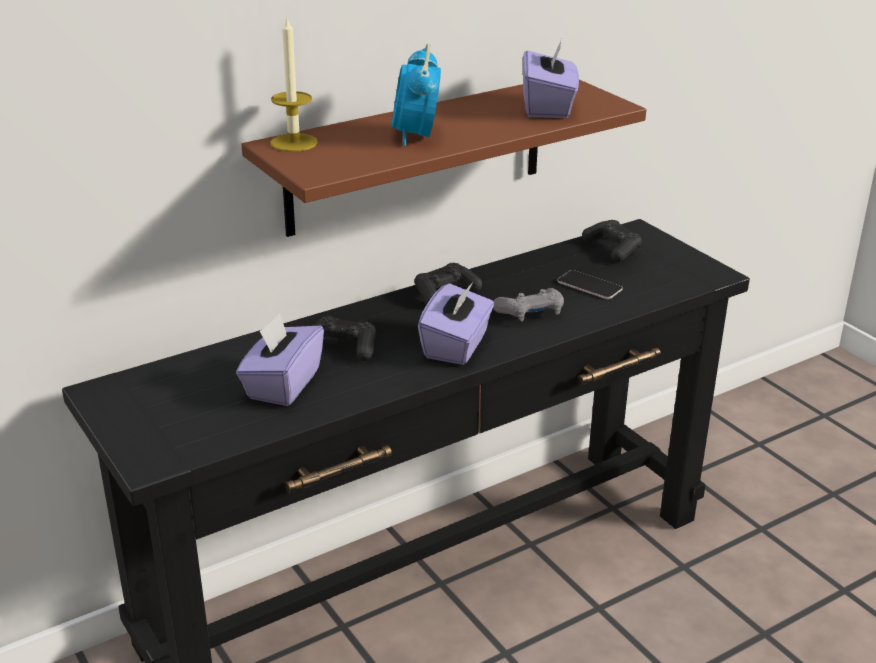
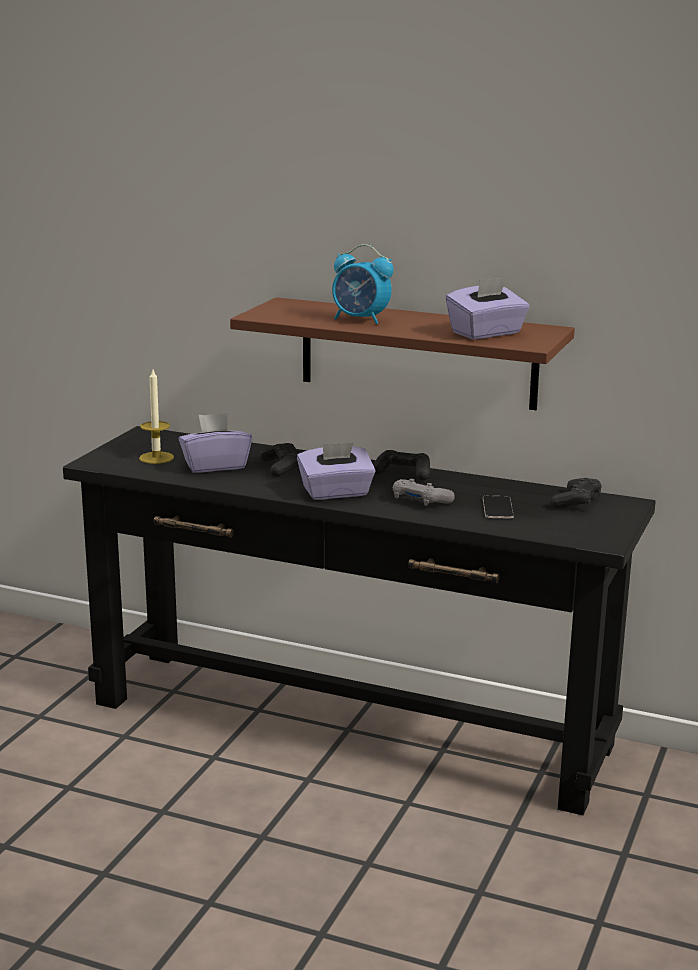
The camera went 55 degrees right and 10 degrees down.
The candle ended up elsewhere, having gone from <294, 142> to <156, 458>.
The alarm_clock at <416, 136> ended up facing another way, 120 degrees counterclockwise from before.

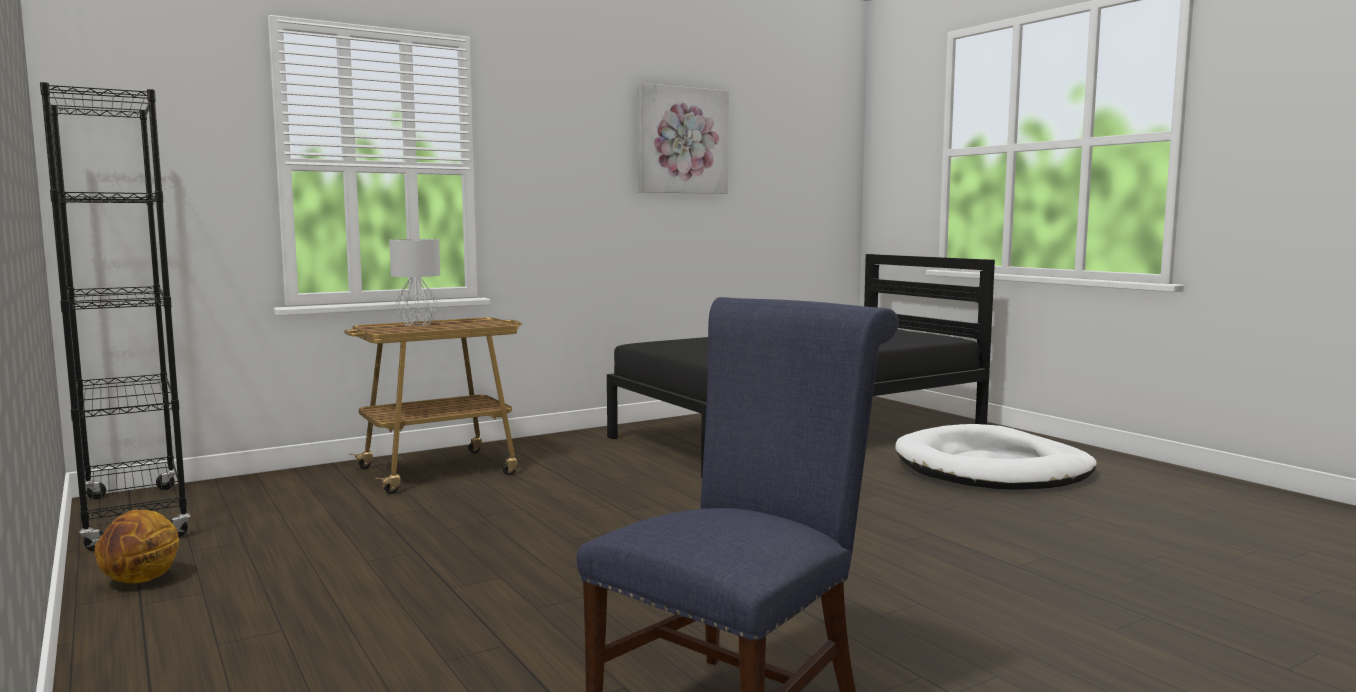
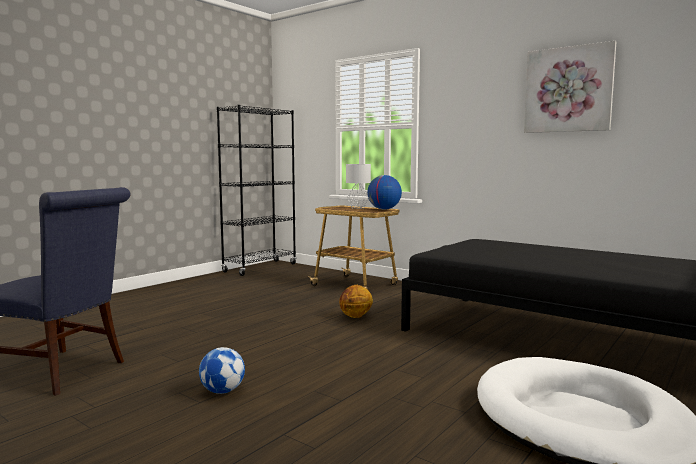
The camera went 70 degrees right and 0 degrees up.
The second view gained the football at <222, 391>.
The second view gained the globe at <384, 209>.
The basketball ended up elsewhere, having gone from <141, 580> to <355, 317>.

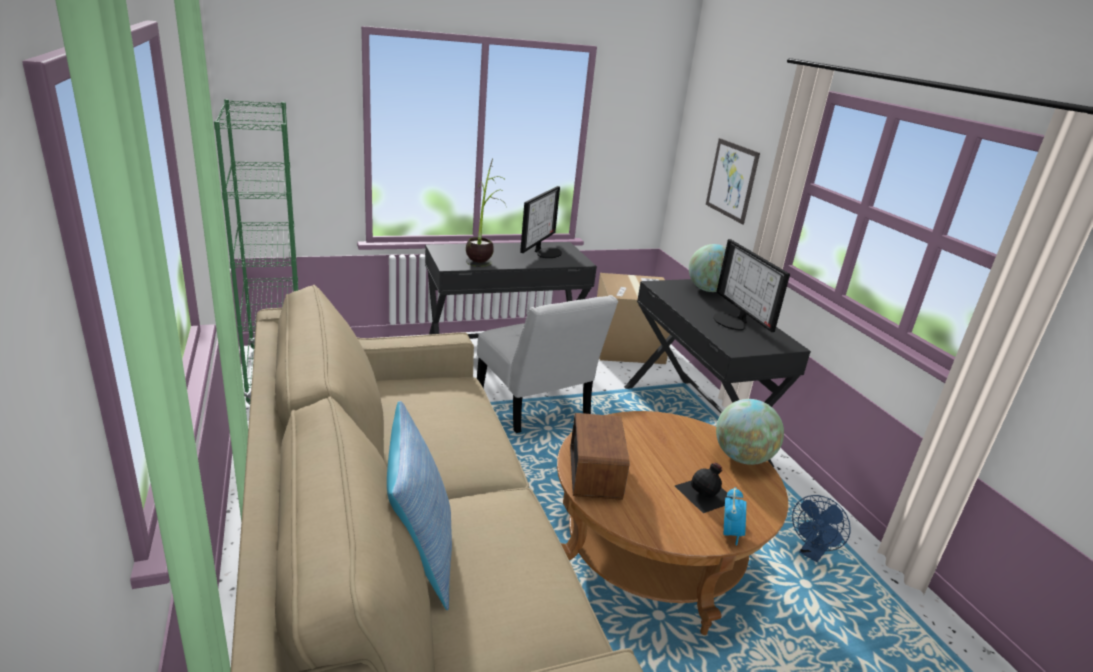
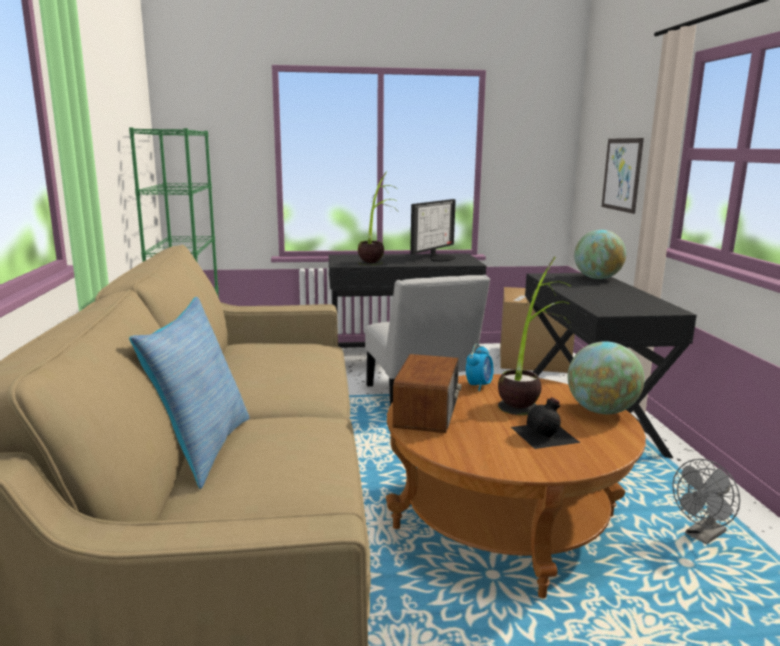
The camera went 15 degrees right and 10 degrees down.
The second view lost the monitor at <733, 321>.
The second view gained the potted_plant at <528, 399>.
The alarm_clock ended up elsewhere, having gone from <730, 533> to <479, 386>.
What was the blue_fan at <812, 553> turned into the grey_fan at <702, 536>.

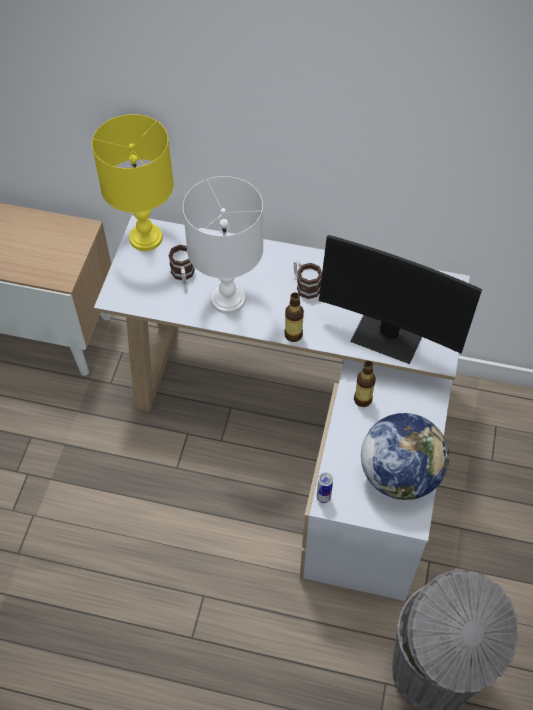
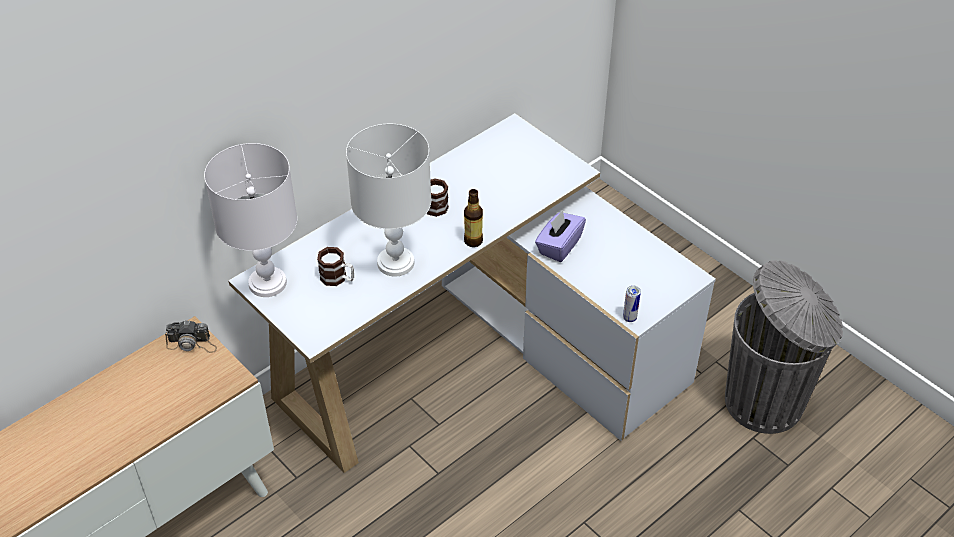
The camera went 55 degrees left and 10 degrees down.
The second view lost the monitor at <388, 335>.
The second view lost the globe at <399, 474>.
The second view gained the photo_camera at <192, 343>.
Where the bottle stood at <362, 399>, the purple_tissue_box came to stand at <559, 246>.
What was the yellow_table_lamp at <145, 238> turned into the white_table_lamp at <267, 283>.

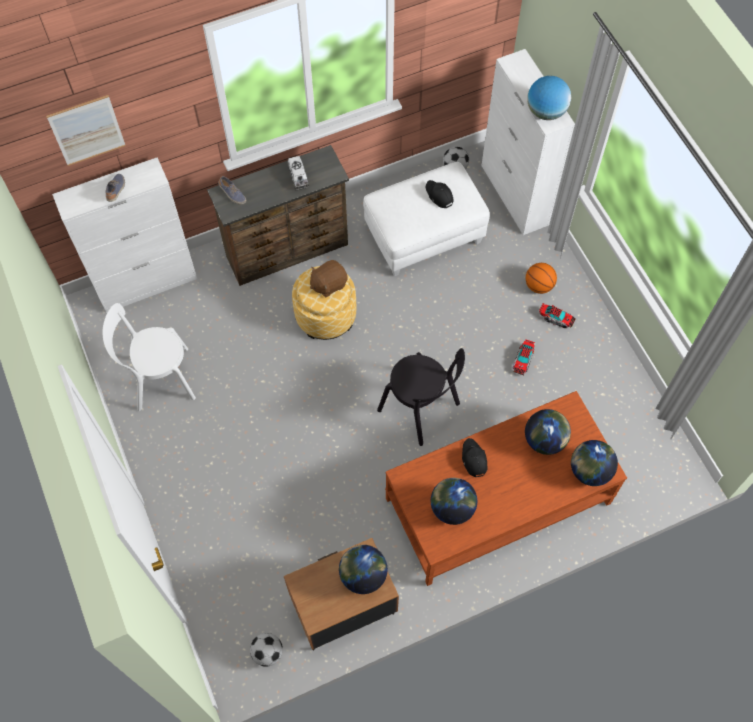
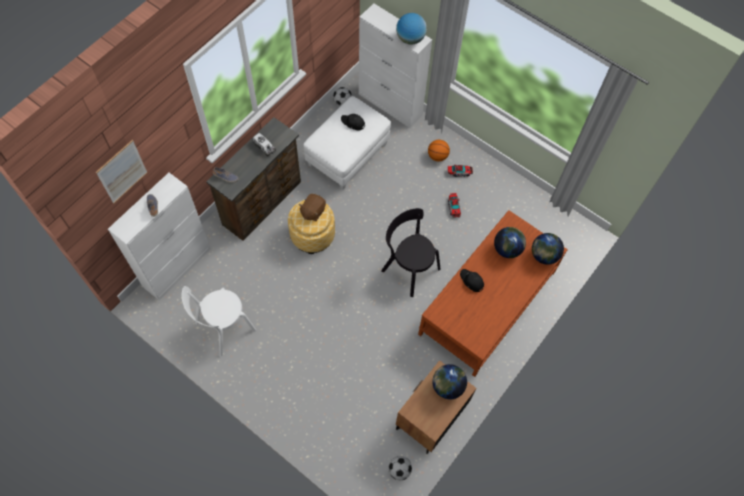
The camera went 30 degrees left and 0 degrees up.
The second view lost the globe at <452, 508>.
The black_chair at <421, 409> ended up facing another way, 150 degrees counterclockwise from before.

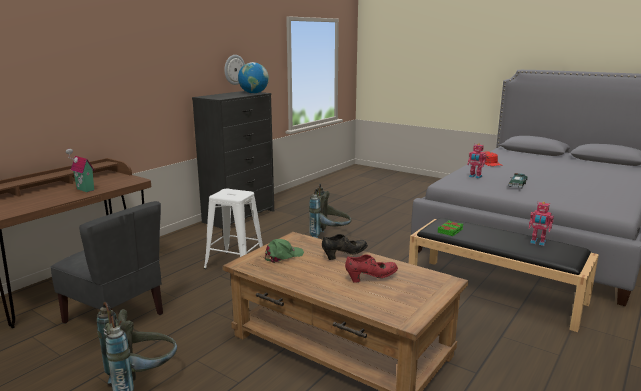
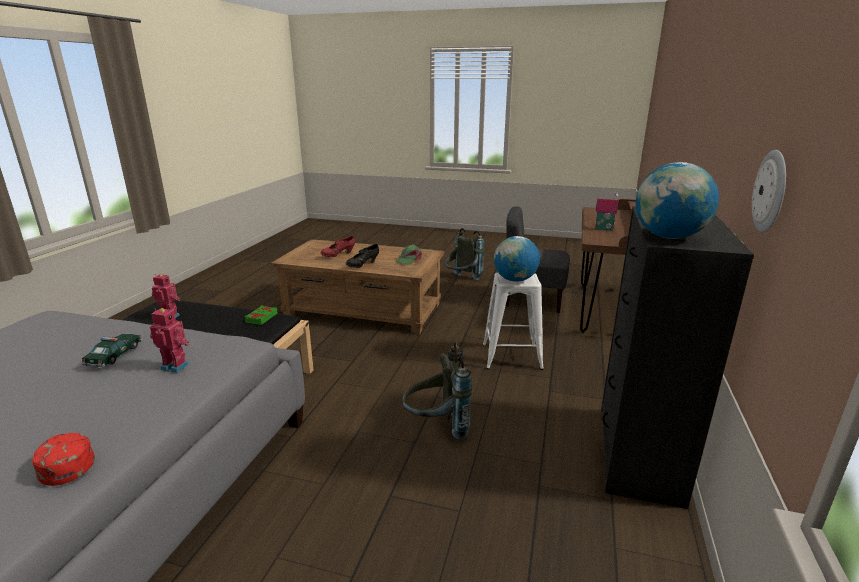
The camera went 160 degrees right and 5 degrees up.
The second view gained the globe at <515, 280>.

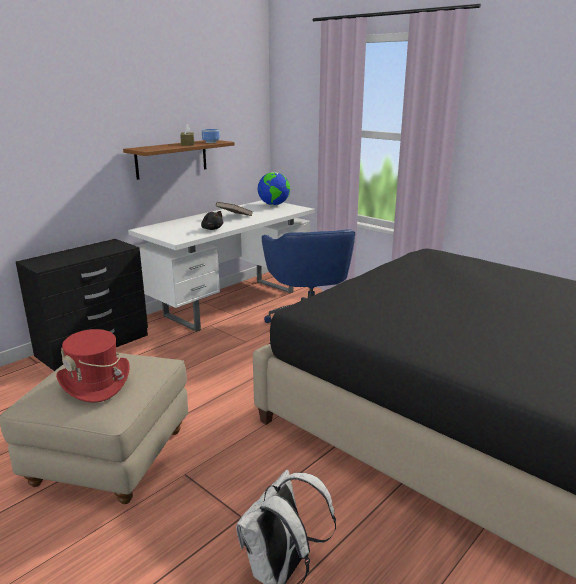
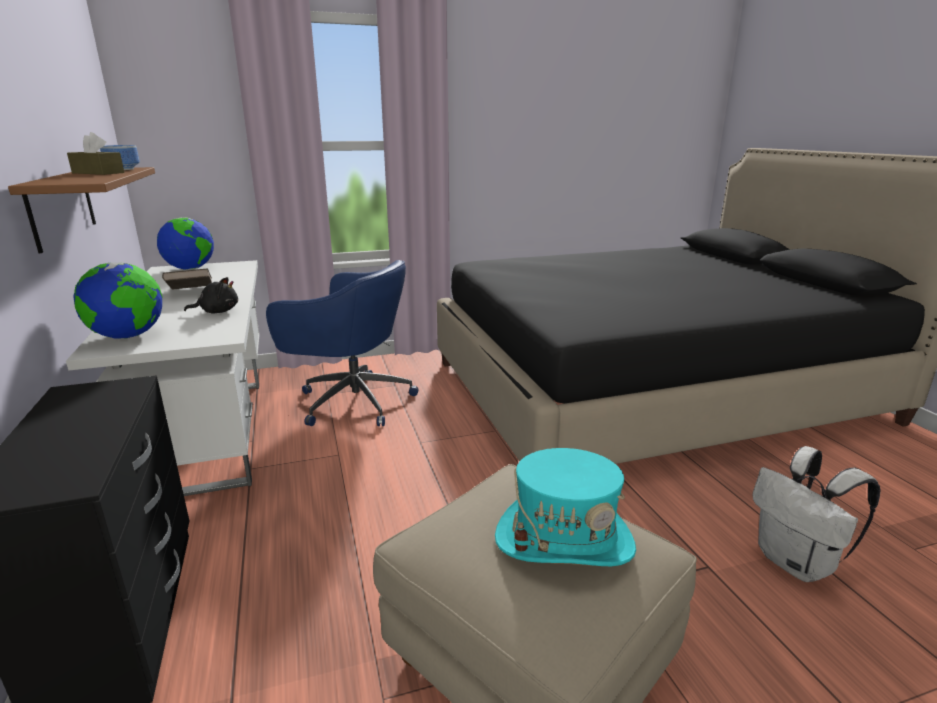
The camera went 60 degrees left and 0 degrees up.
The second view gained the globe at <128, 336>.
What was the red_hat at <95, 382> turned into the turquoise_hat at <564, 540>.

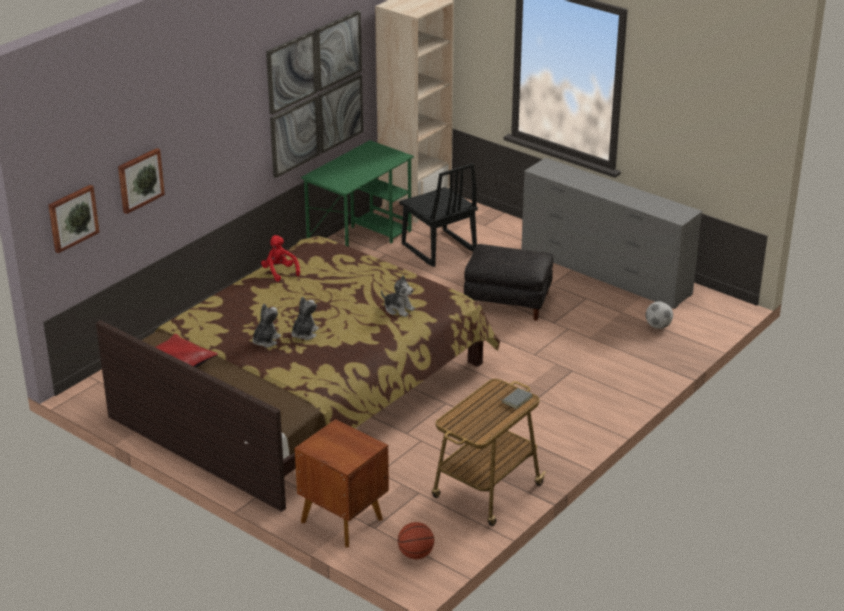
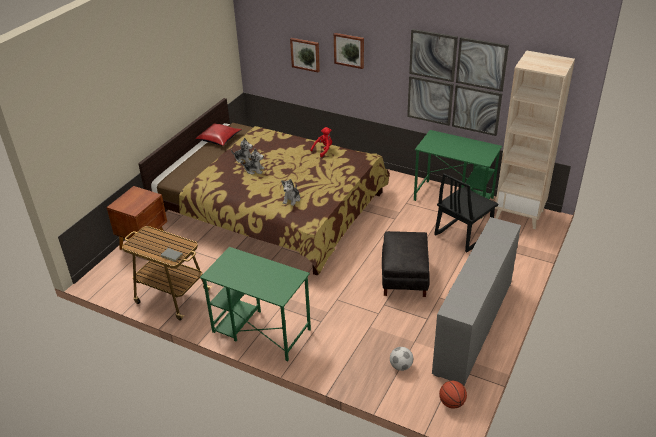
The camera went 80 degrees right and 5 degrees up.
The second view gained the green_desk at <260, 330>.
The picture ended up elsewhere, having gone from <72, 218> to <349, 50>.
The basketball ended up elsewhere, having gone from <416, 554> to <452, 403>.

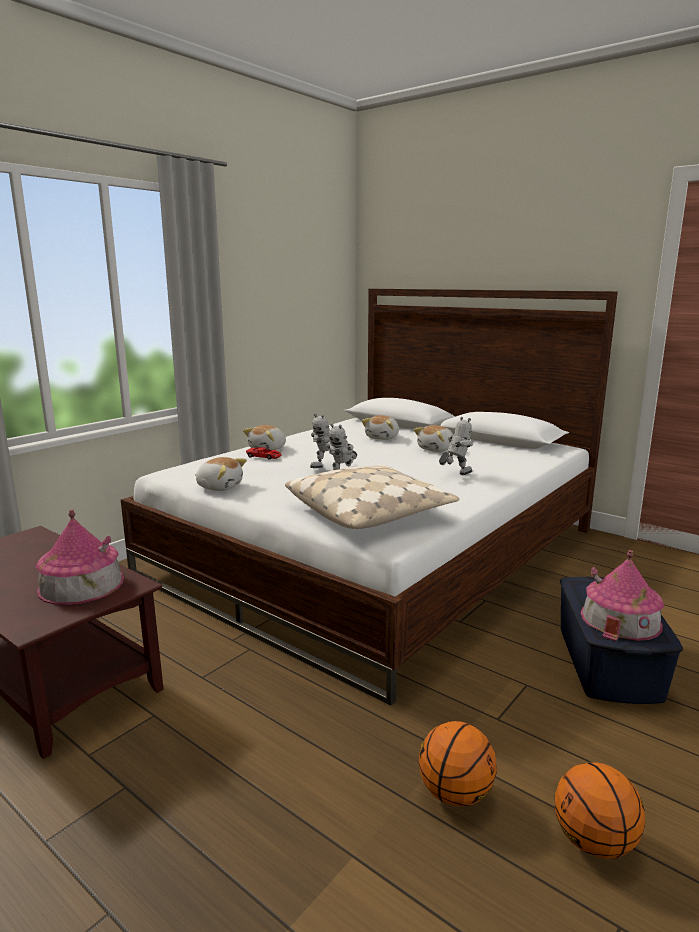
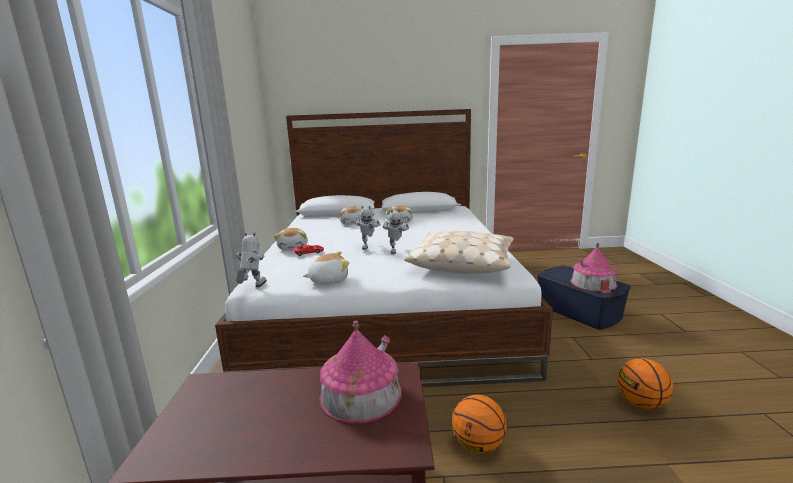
The camera went 40 degrees left and 0 degrees up.
The toy_robot ended up elsewhere, having gone from <455, 475> to <252, 288>.
The basketball ended up elsewhere, having gone from <593, 842> to <478, 445>.

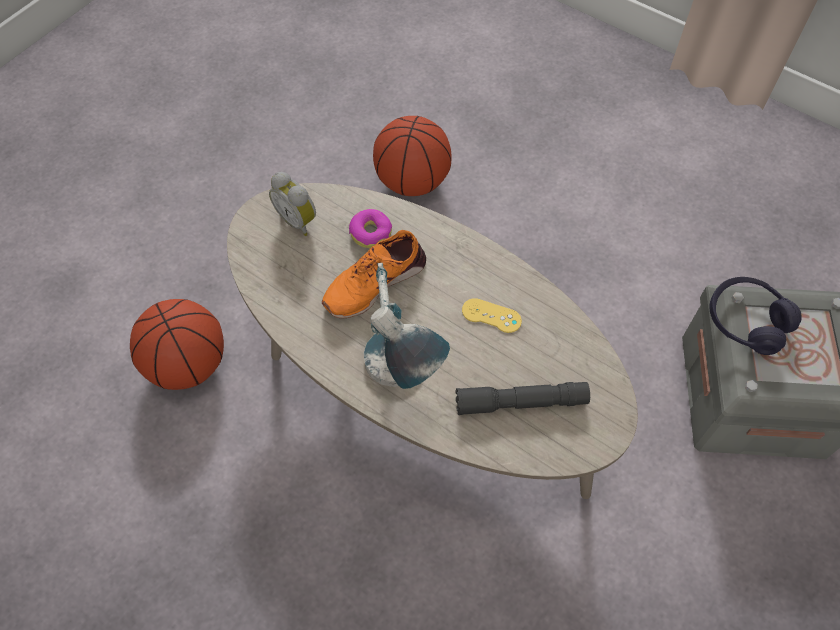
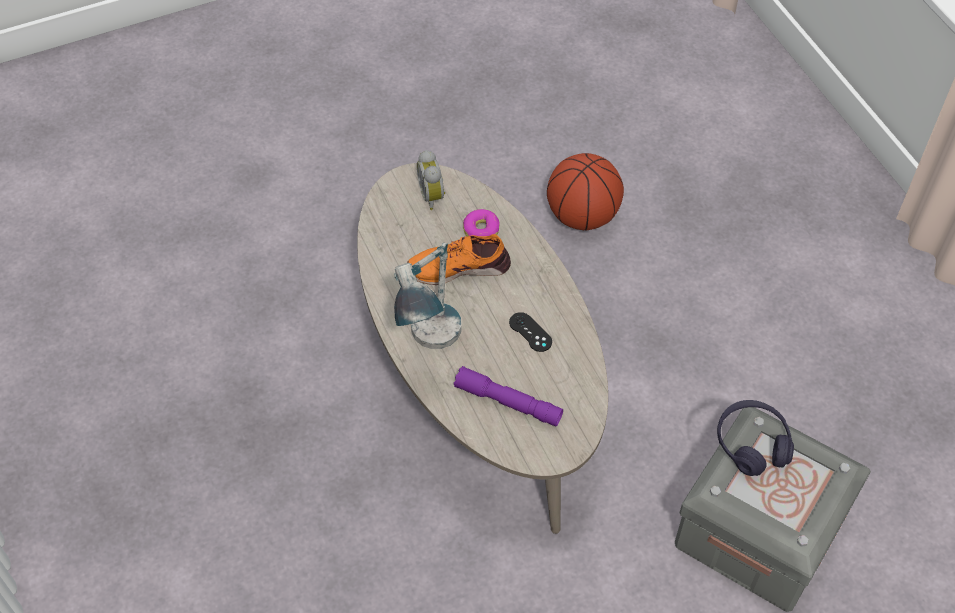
The camera went 30 degrees right and 5 degrees down.
The second view lost the basketball at <189, 365>.
What was the grey_flashlight at <521, 402> turned into the purple_flashlight at <508, 402>.
What was the yellow_game_controller at <491, 316> turned into the black_game_controller at <530, 332>.

